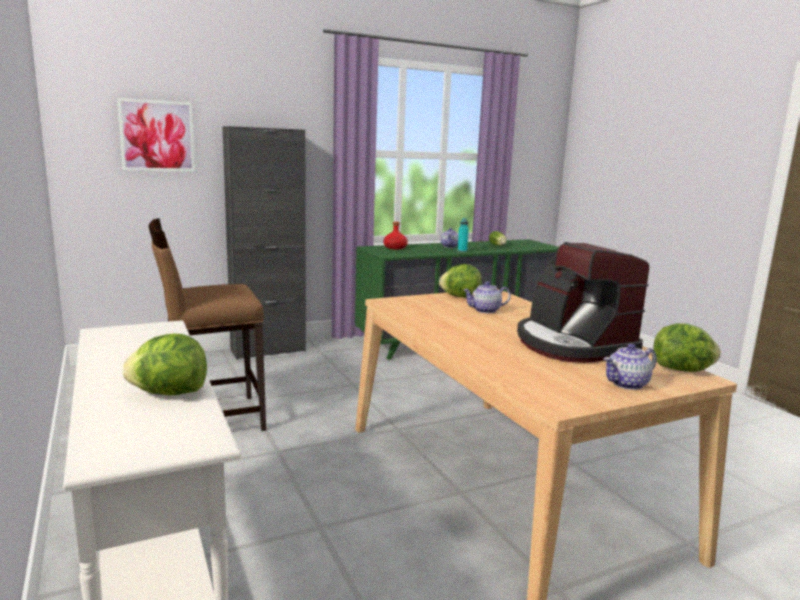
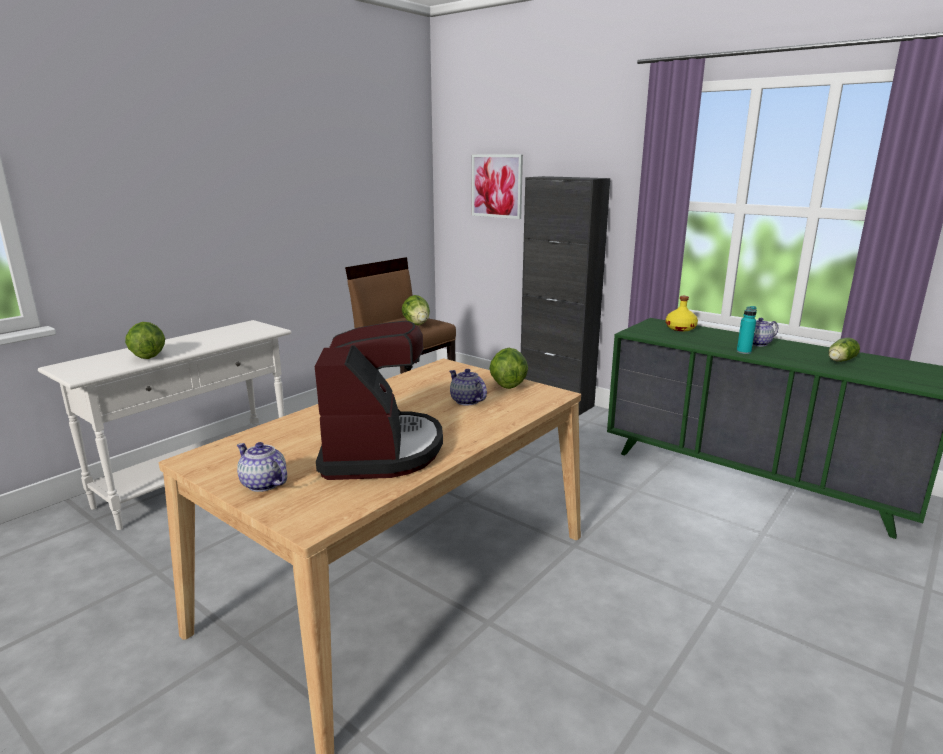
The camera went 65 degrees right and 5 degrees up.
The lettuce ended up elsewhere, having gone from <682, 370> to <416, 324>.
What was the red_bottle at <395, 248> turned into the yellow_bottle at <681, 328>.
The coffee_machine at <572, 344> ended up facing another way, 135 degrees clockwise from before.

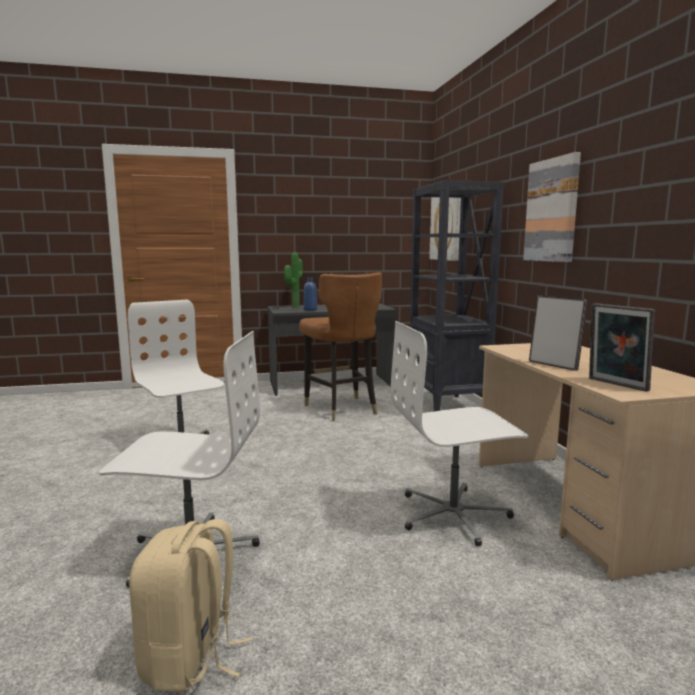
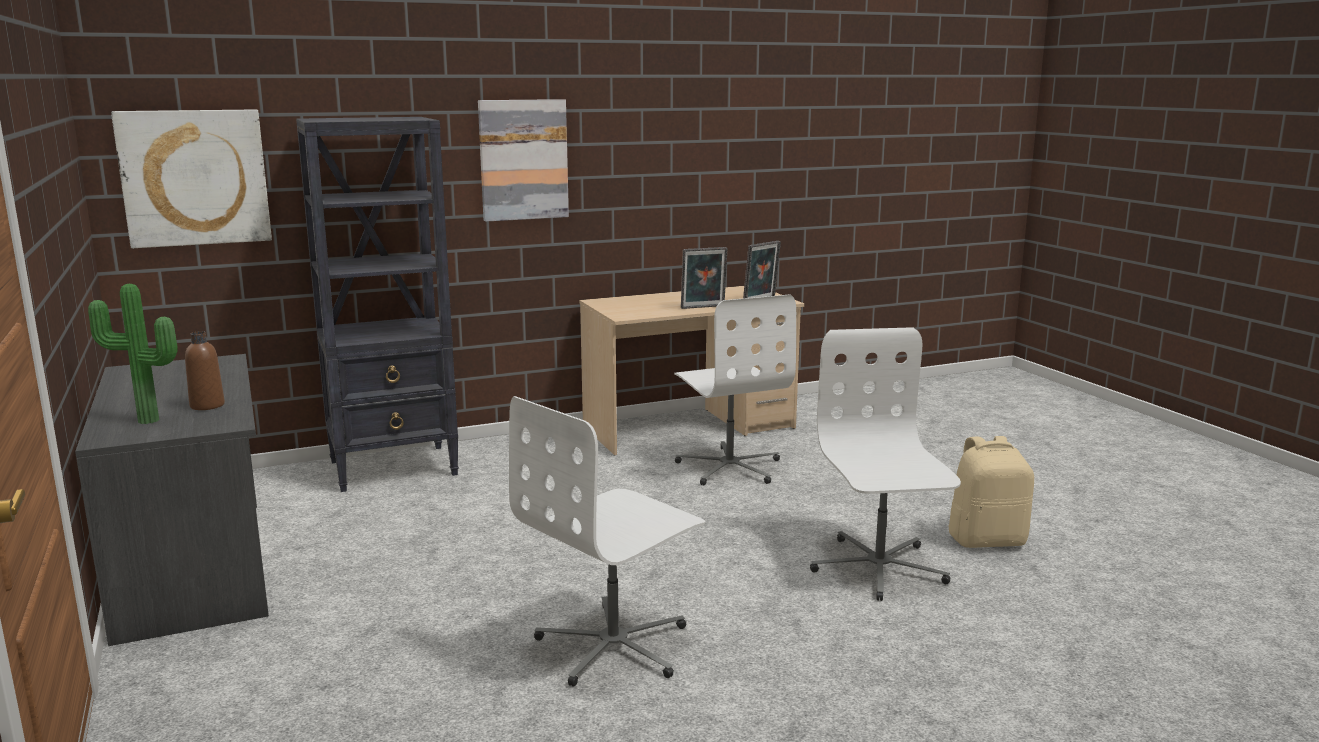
The camera went 100 degrees left and 5 degrees up.
The second view lost the brown_chair at <341, 408>.
What was the blue_bottle at <310, 309> turned into the brown_bottle at <207, 405>.
The picture_frame at <554, 365> ended up facing another way, 150 degrees counterclockwise from before.

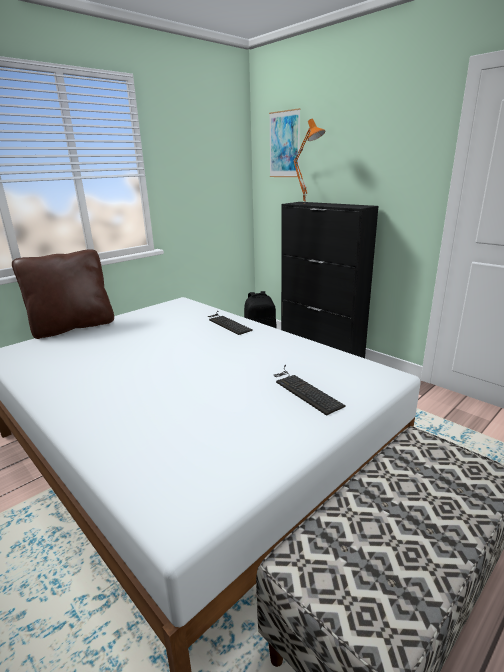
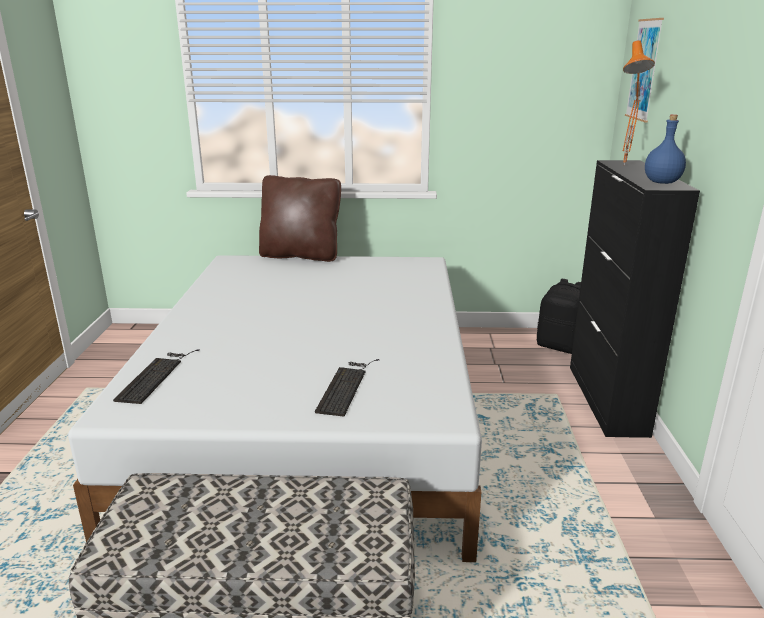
The camera went 45 degrees right and 0 degrees up.
The second view gained the blue_bottle at <662, 182>.
The keyboard ended up elsewhere, having gone from <227, 323> to <156, 375>.

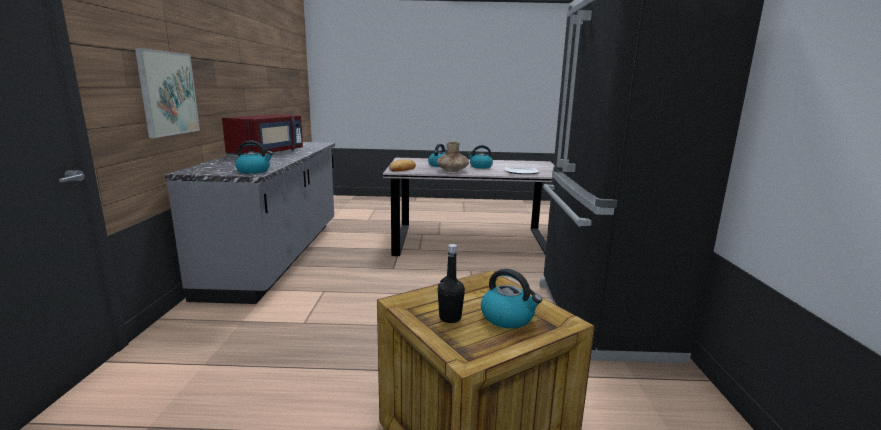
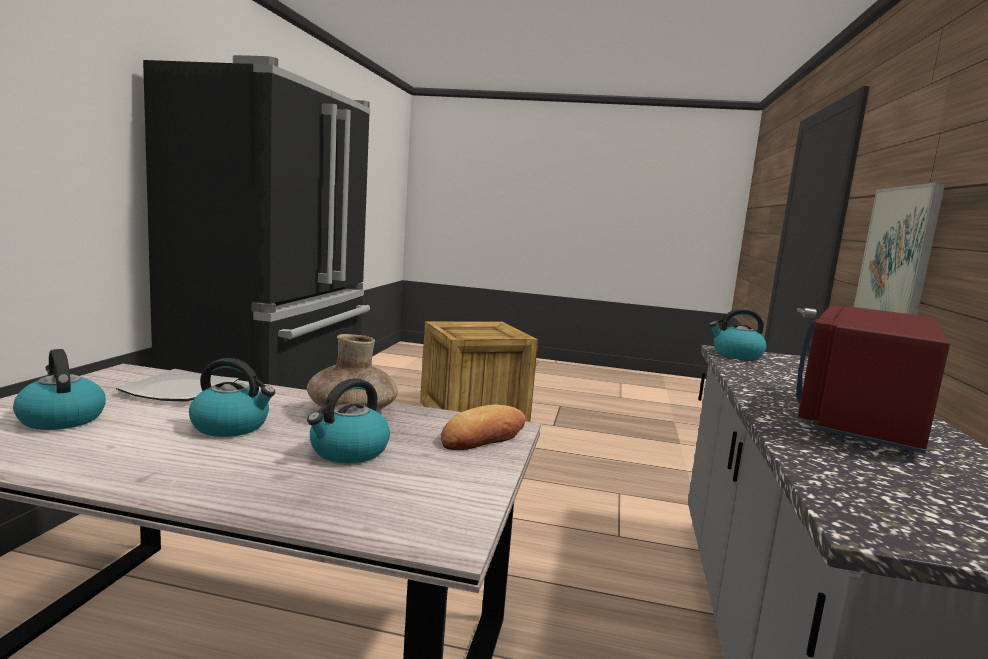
The camera went 170 degrees left and 5 degrees down.
The second view lost the black_bottle at <450, 318>.
The kettle ended up elsewhere, having gone from <508, 318> to <61, 419>.

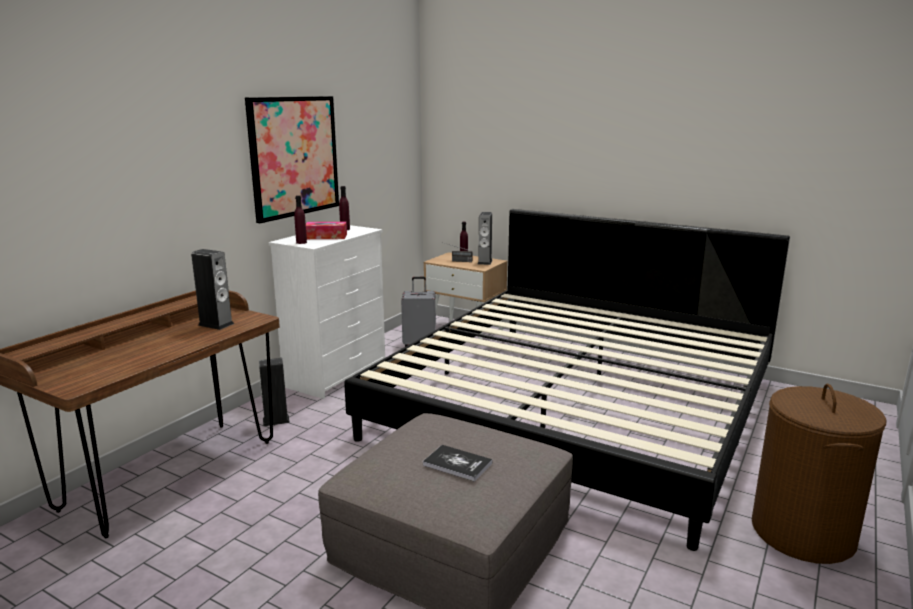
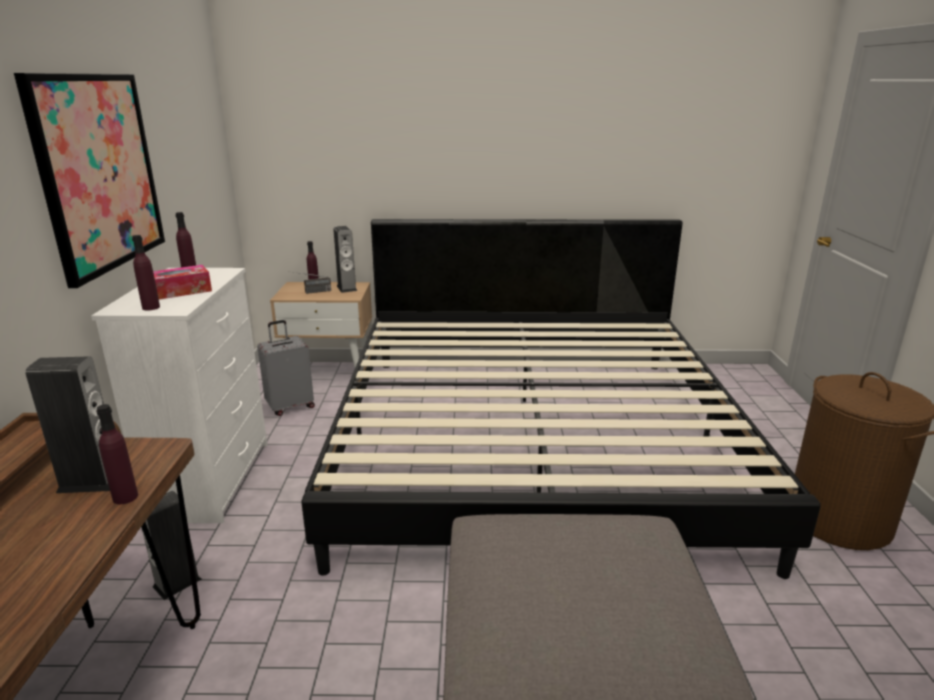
The camera went 30 degrees left and 5 degrees up.
The second view lost the book at <457, 464>.
The second view gained the purple_bottle at <125, 497>.

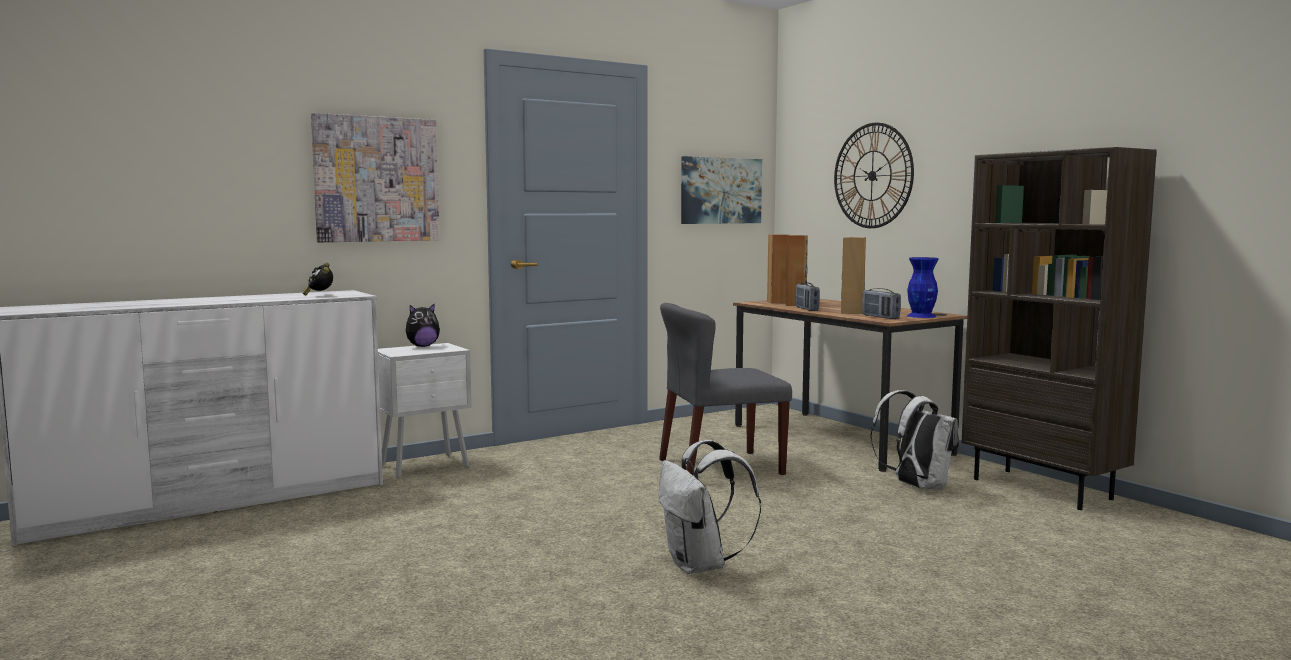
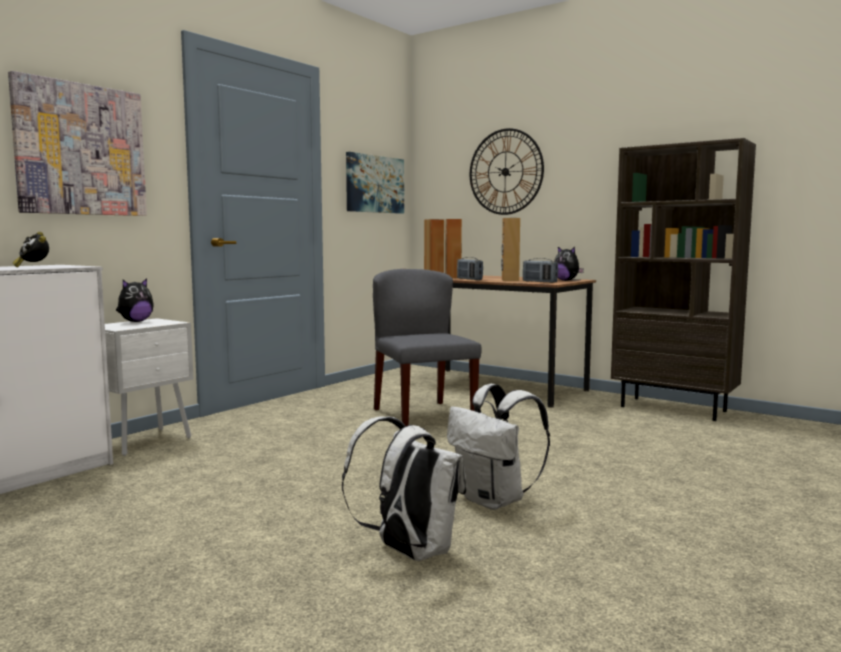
The camera went 20 degrees left and 0 degrees up.
The white_backpack ended up elsewhere, having gone from <916, 486> to <408, 552>.
Where the blue_vase stood at <922, 316>, the plush_toy came to stand at <566, 280>.
The grey_chair at <719, 467> ended up facing another way, 105 degrees clockwise from before.

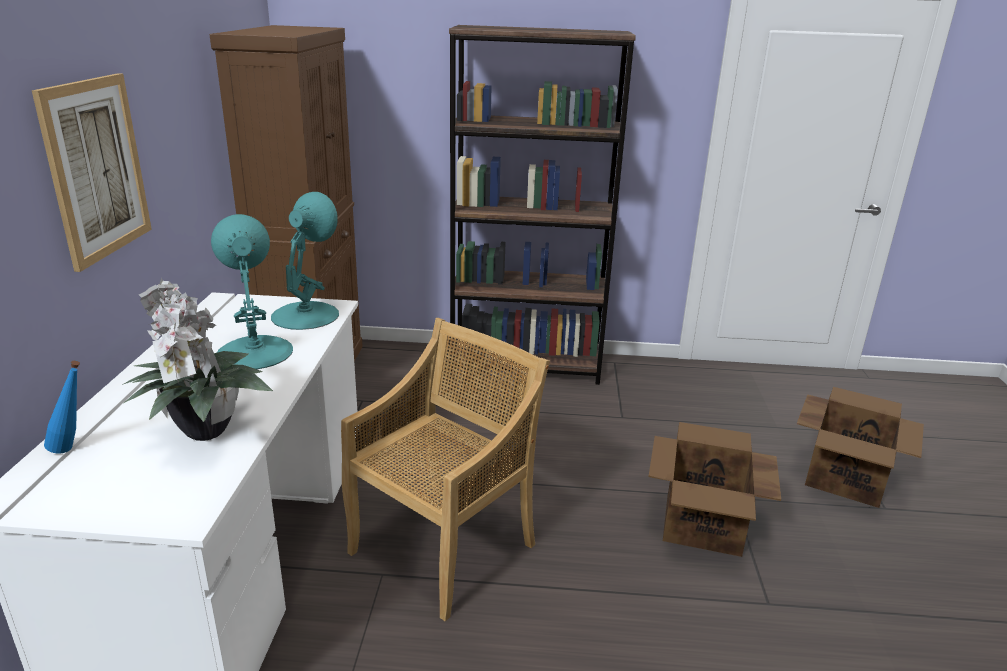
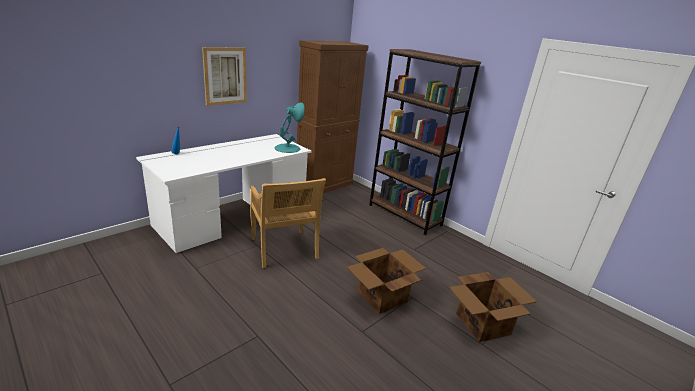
The camera went 40 degrees right and 0 degrees up.
The second view lost the potted_plant at <204, 434>.
The second view lost the turquoise_table_lamp at <254, 351>.
The beige_chair at <444, 546> ended up facing another way, 75 degrees clockwise from before.

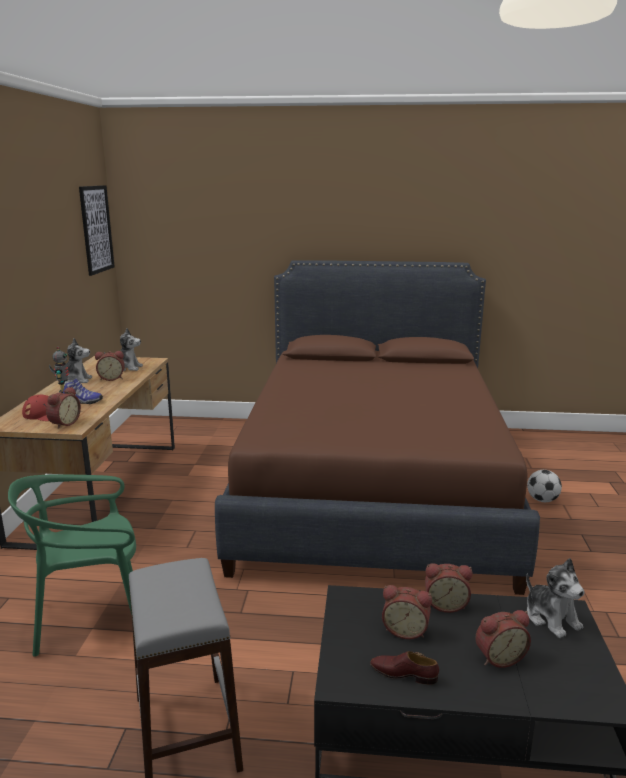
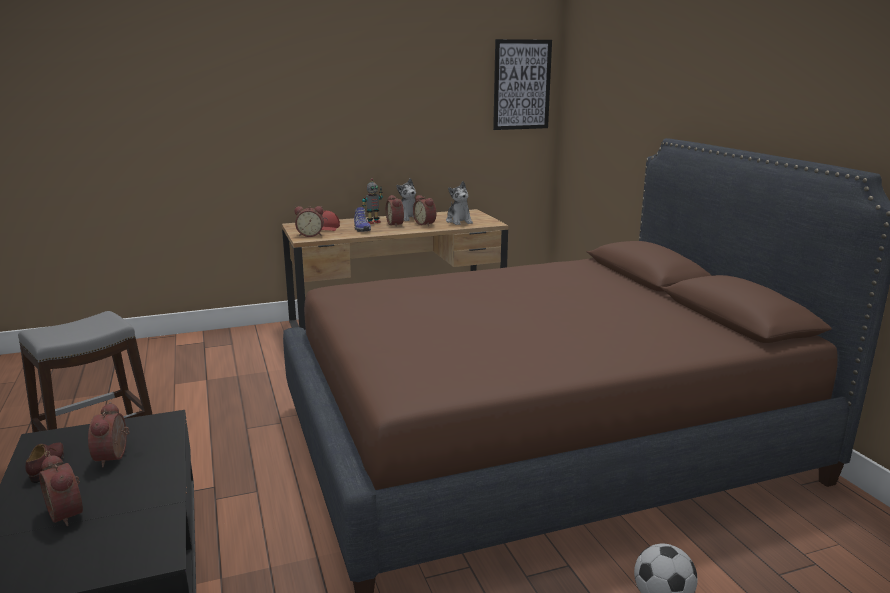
The camera went 65 degrees right and 0 degrees up.
The second view lost the green_chair at <90, 616>.
The second view lost the plush_toy at <551, 618>.
The alarm_clock ended up elsewhere, having gone from <445, 604> to <396, 224>.

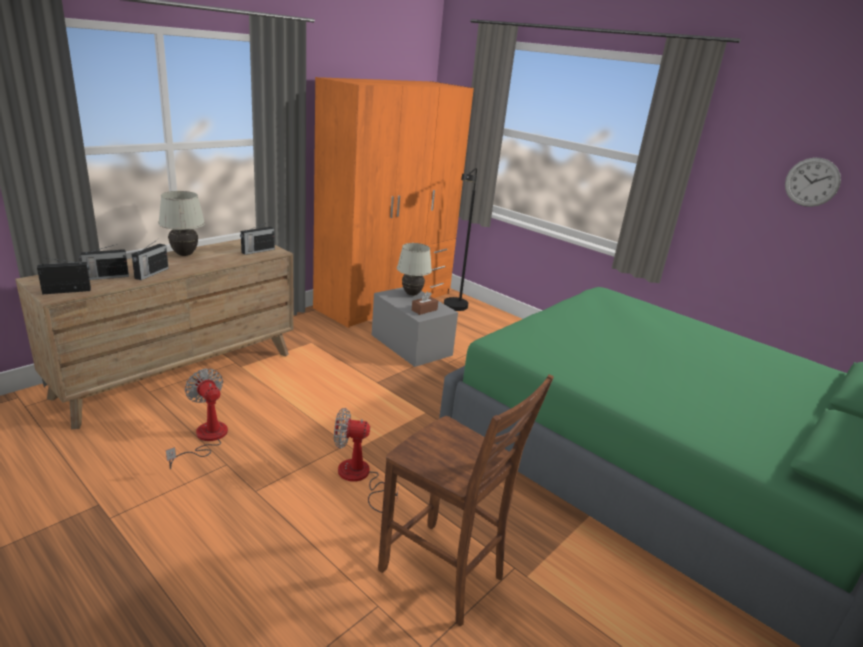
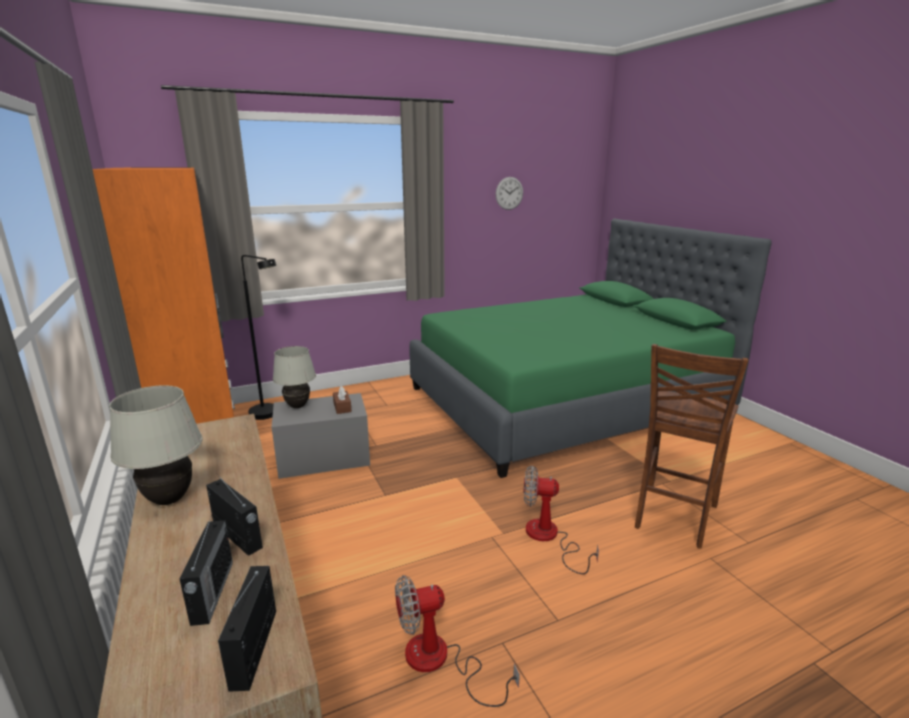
The camera went 65 degrees left and 5 degrees down.
The second view lost the radio at <257, 251>.
The fan at <359, 478> ended up facing another way, 75 degrees clockwise from before.
The brown_chair at <444, 575> ended up facing another way, 150 degrees clockwise from before.

